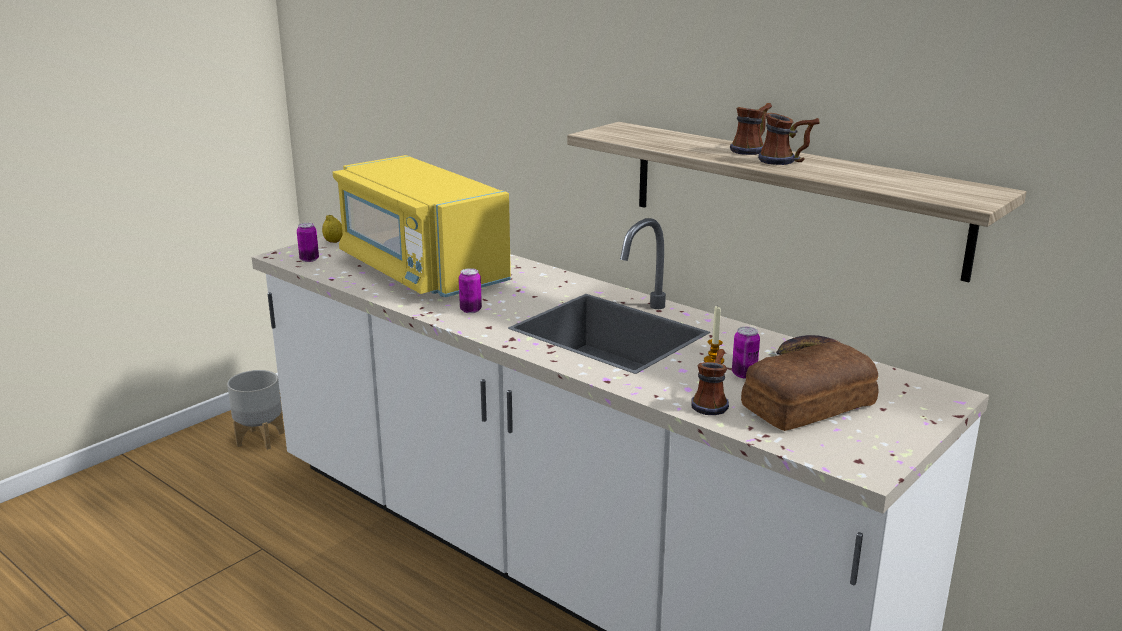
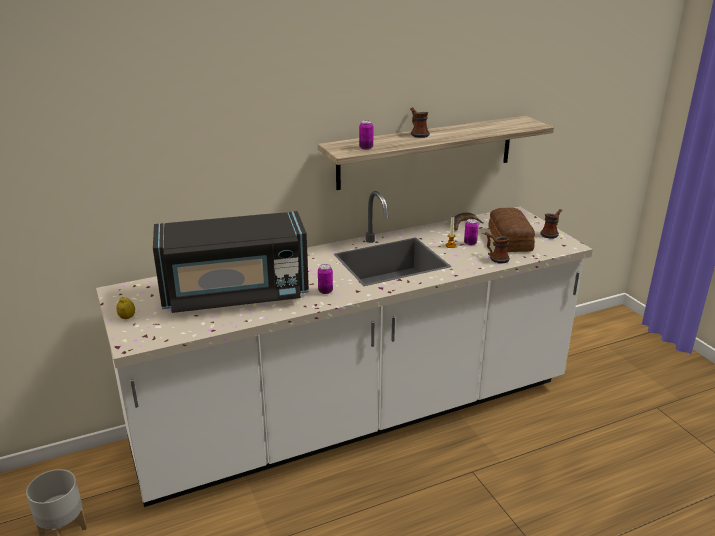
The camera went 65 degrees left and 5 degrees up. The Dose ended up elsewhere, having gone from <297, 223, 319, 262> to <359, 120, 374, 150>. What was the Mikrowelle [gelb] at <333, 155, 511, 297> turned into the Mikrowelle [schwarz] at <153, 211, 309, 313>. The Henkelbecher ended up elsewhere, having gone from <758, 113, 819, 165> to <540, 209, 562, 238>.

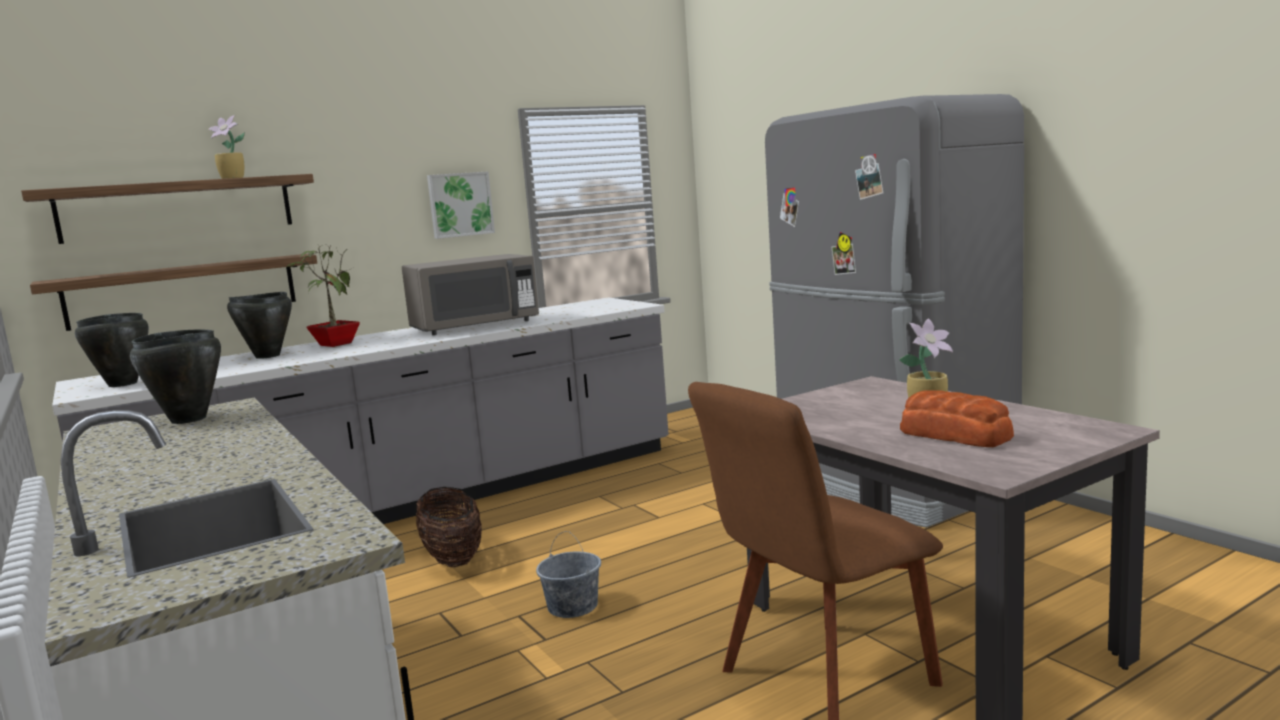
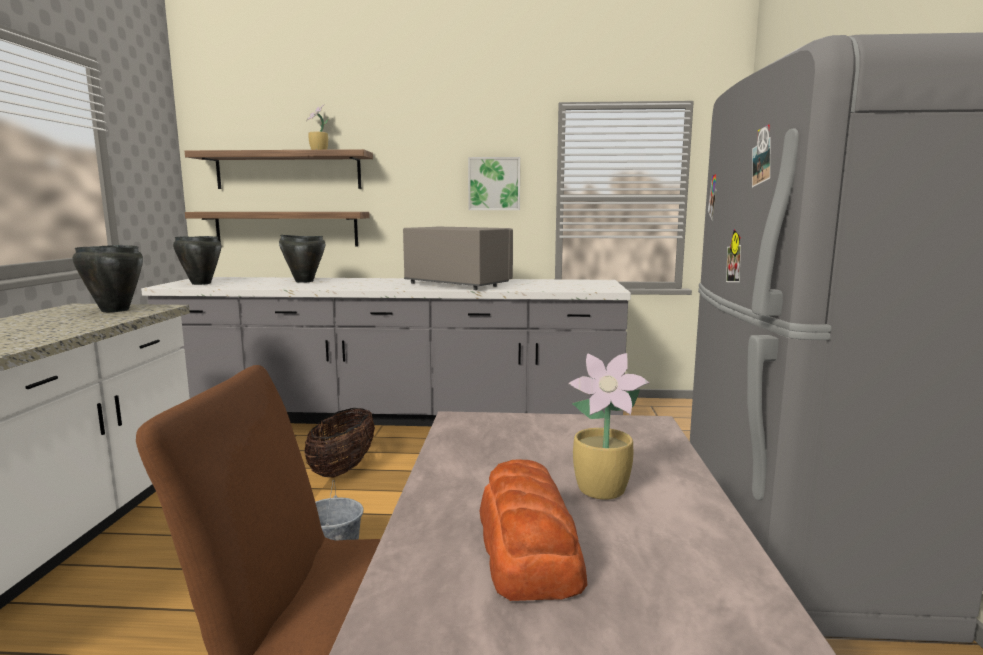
The camera went 35 degrees right and 0 degrees up. The second view lost the Topfpflanze at <285, 245, 360, 347>. The Mikrowelle [grau] at <402, 254, 539, 335> ended up facing another way, 150 degrees counterclockwise from before.

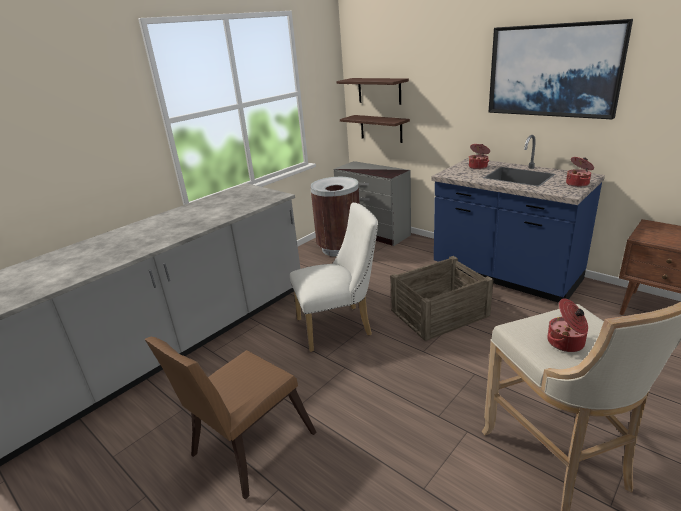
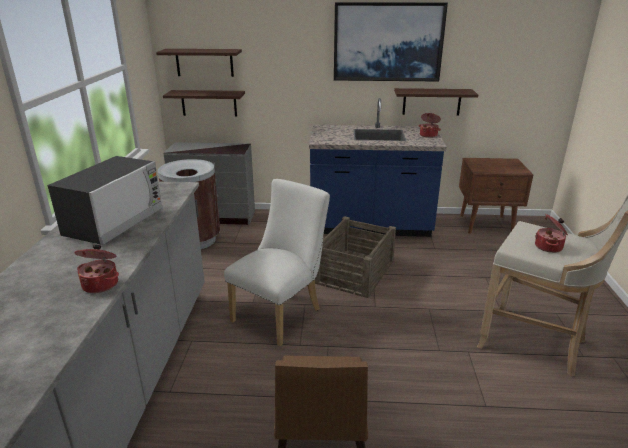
The camera went 40 degrees left and 0 degrees up. The Kochtopf ended up elsewhere, having gone from <469, 144, 490, 169> to <75, 244, 119, 293>. The second view gained the Mikrowelle at <47, 156, 163, 245>. The second view gained the Wandregal at <394, 88, 478, 116>.

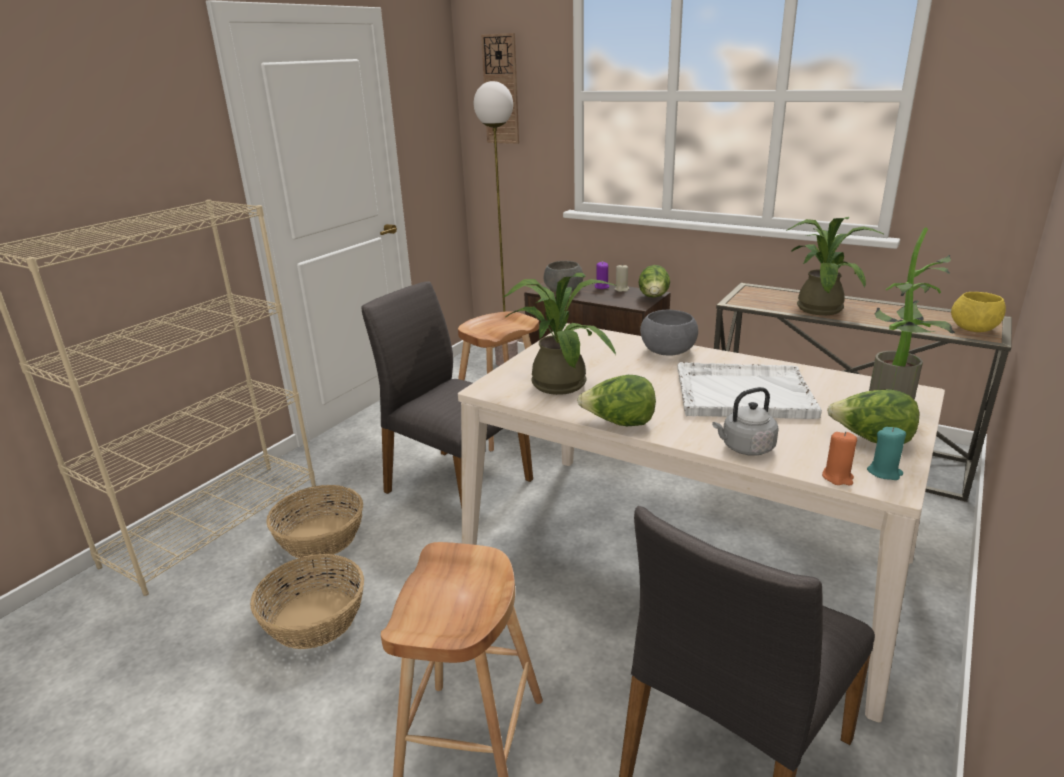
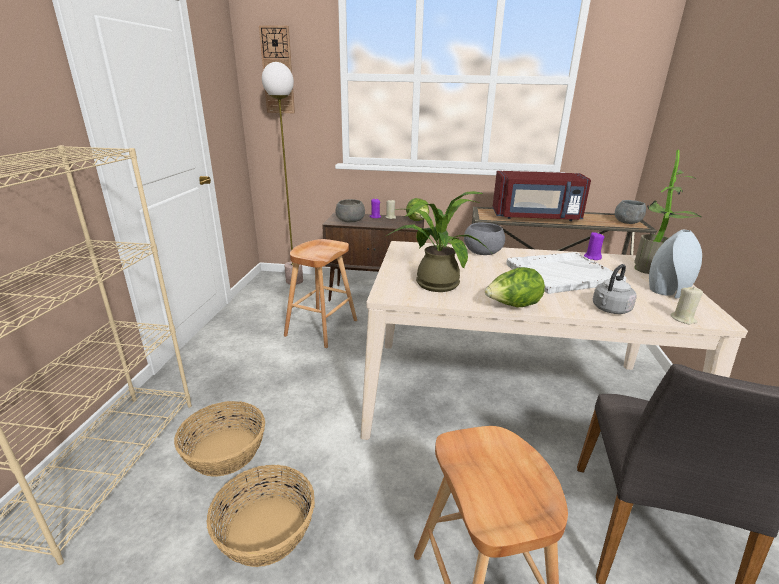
The camera went 25 degrees left and 0 degrees up. The second view lost the Stuhl [grau] at <361, 282, 533, 509>. Where the Topfpflanze stood at <786, 217, 885, 315>, the Mikrowelle [rot] came to stand at <492, 171, 591, 221>. What was the Kerze [orange] at <822, 431, 857, 485> turned into the Kerze [beige] at <670, 286, 703, 325>. Where the Salatkopf stood at <827, 389, 919, 444>, the Vase [grau] came to stand at <649, 230, 702, 298>. The second view lost the Kerze [türkis] at <867, 427, 906, 480>. What was the Schüssel [gelb] at <951, 292, 1006, 332> turned into the Schüssel [grau] at <615, 200, 646, 224>. The second view gained the Kerze [lila] at <584, 232, 605, 260>.

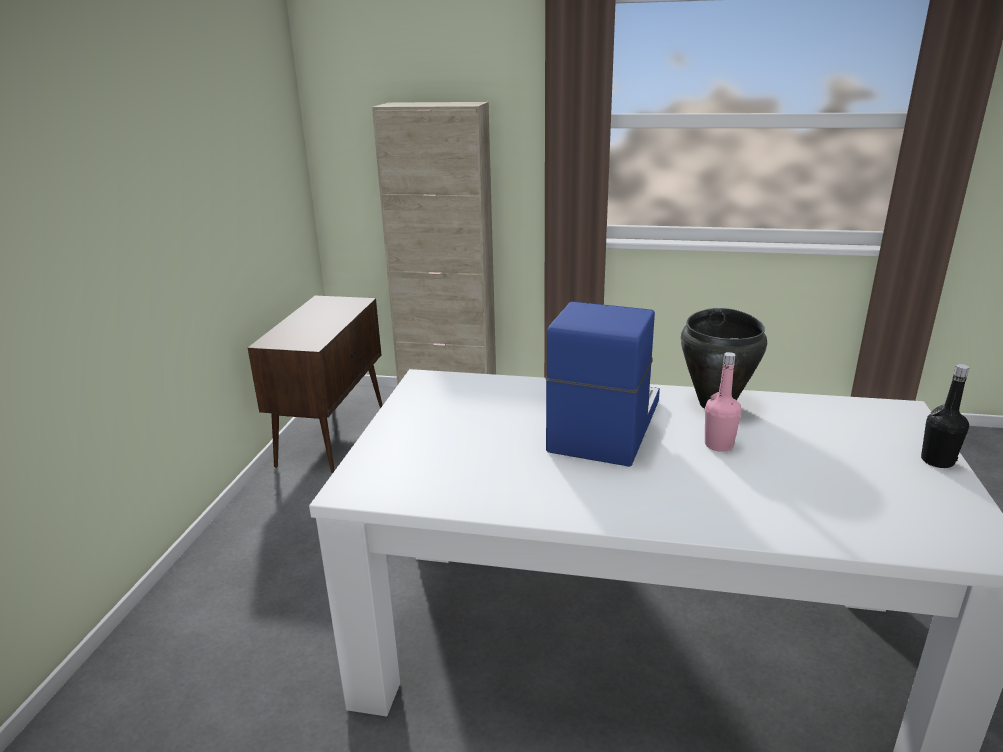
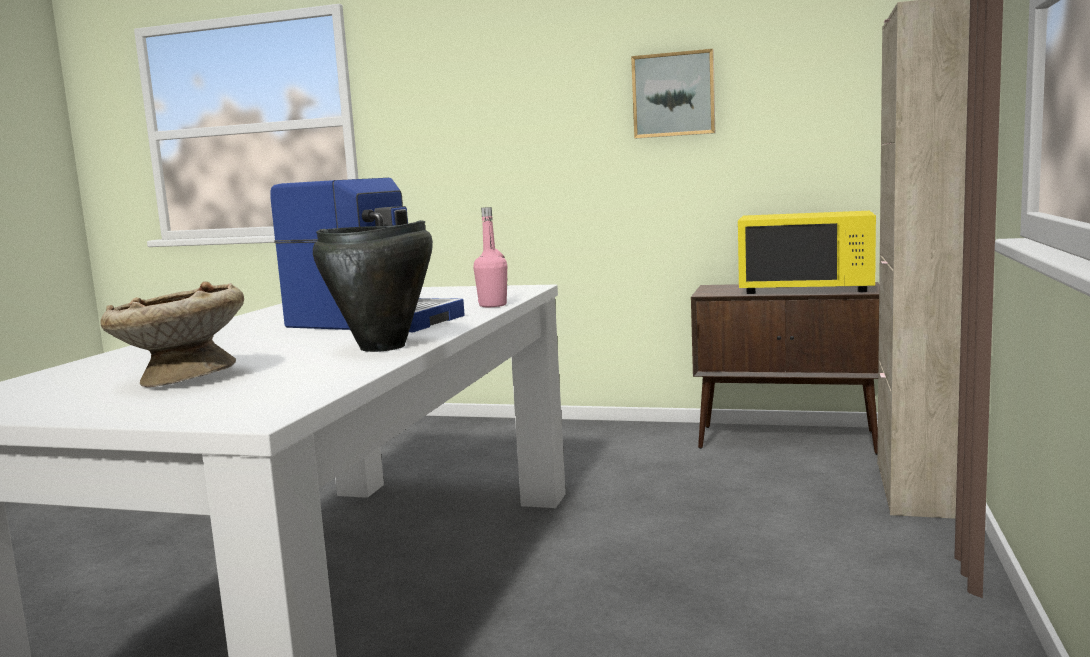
The camera went 95 degrees right and 15 degrees down. The Flasche [rosa] ended up elsewhere, having gone from <705, 352, 742, 452> to <473, 207, 507, 307>. The second view lost the Flasche [schwarz] at <921, 364, 969, 468>. The second view gained the Schüssel [beige] at <101, 281, 244, 387>. The second view gained the Bild at <631, 49, 715, 138>. The second view gained the Mikrowelle [gelb] at <738, 211, 876, 294>.

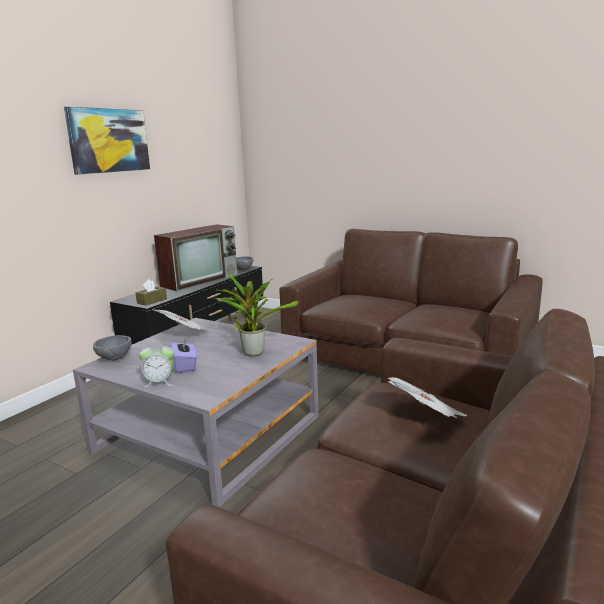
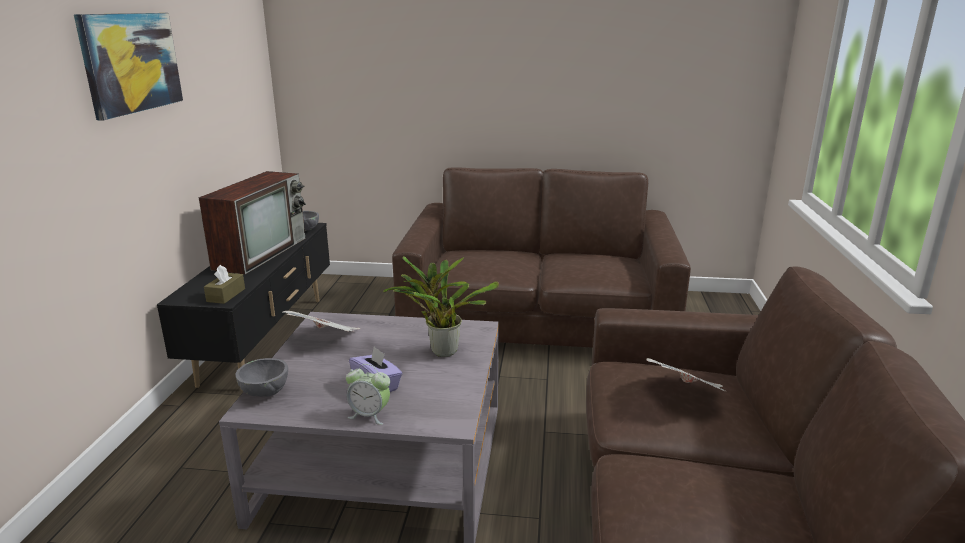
The camera went 25 degrees left and 5 degrees up. The Wecker at <138, 342, 175, 387> ended up facing another way, 45 degrees clockwise from before.

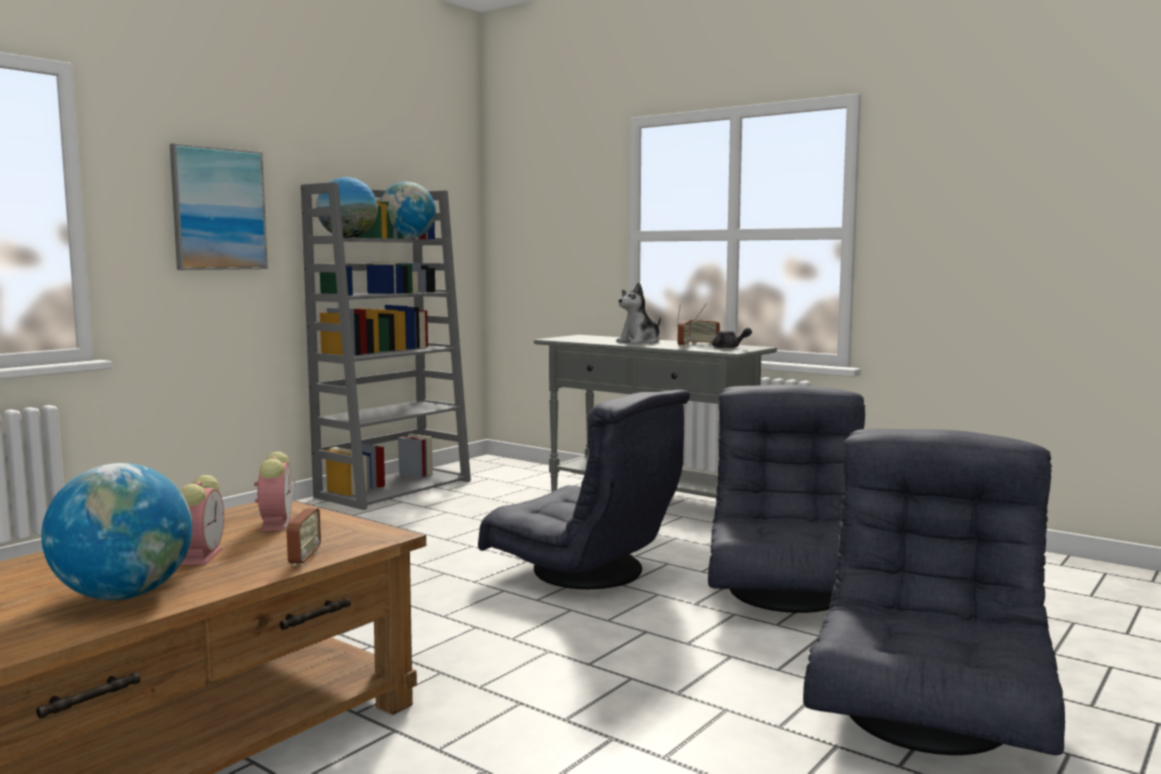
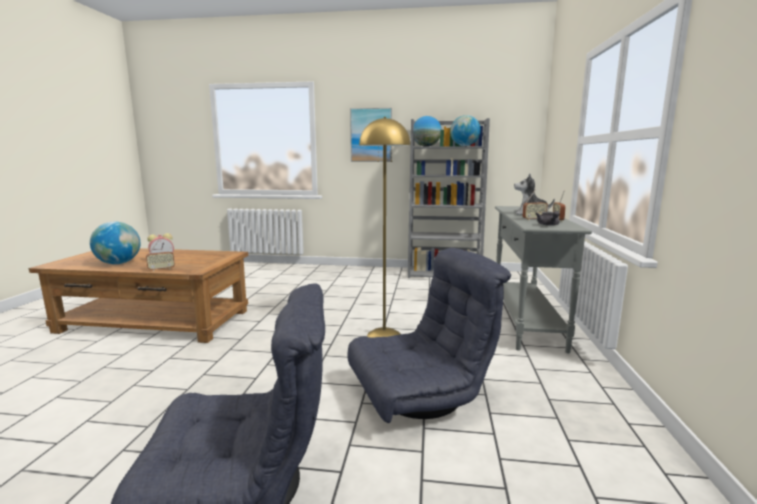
The camera went 60 degrees right and 5 degrees up. The second view lost the Wecker at <254, 452, 292, 531>. Where the Sessel [grau] stood at <478, 390, 690, 589>, the Stehlampe [gelb] came to stand at <359, 117, 411, 338>.

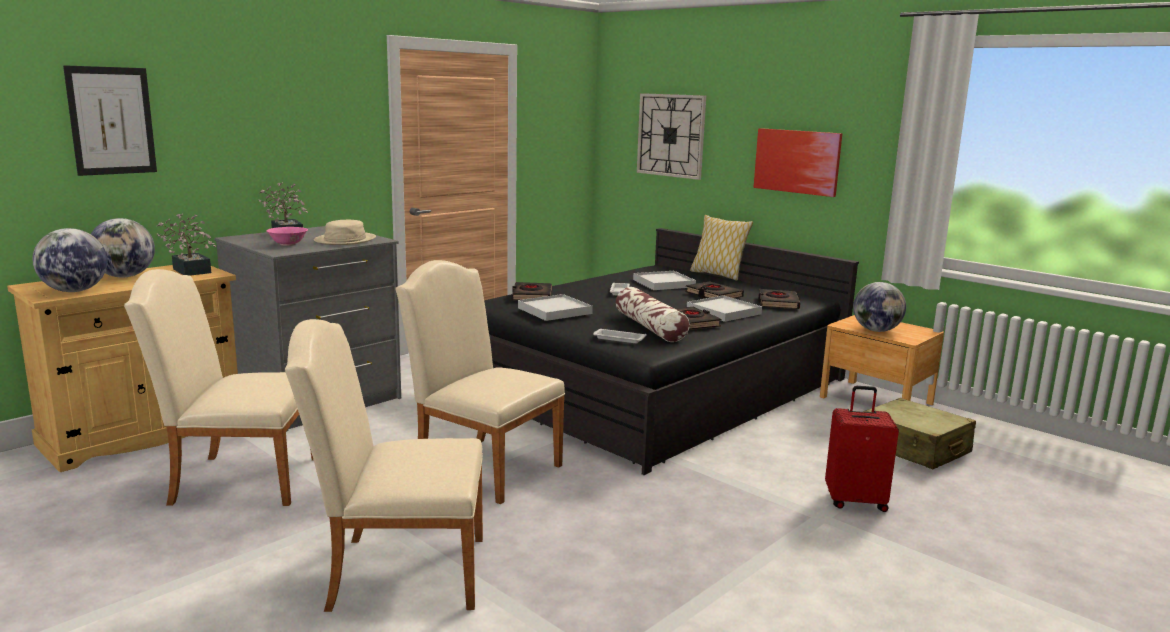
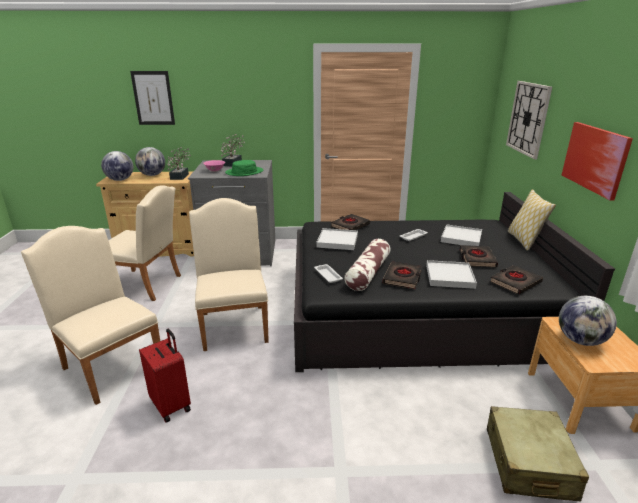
The camera went 45 degrees right and 10 degrees up. The Stuhl [beige] at <124, 269, 313, 506> ended up facing another way, 150 degrees clockwise from before. What was the Hut [beige] at <314, 220, 376, 245> turned into the Hut [grün] at <225, 160, 263, 176>. The Koffer [rot] ended up elsewhere, having gone from <825, 386, 899, 512> to <139, 329, 191, 423>.

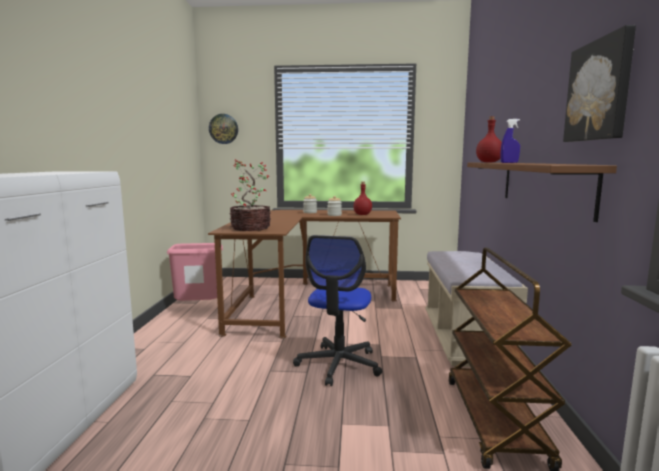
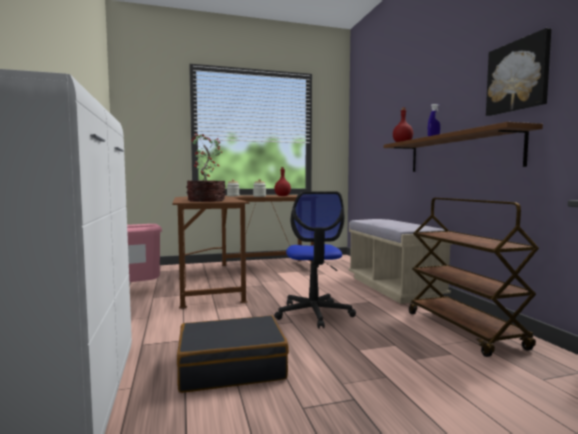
The camera went 20 degrees left and 5 degrees down. The second view lost the Wanduhr at <209, 114, 238, 144>. The second view gained the Koffer [schwarz] at <177, 315, 289, 393>.

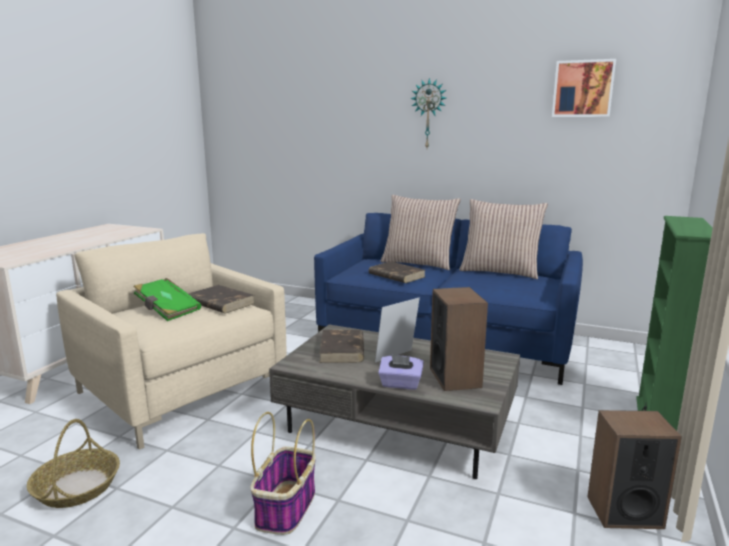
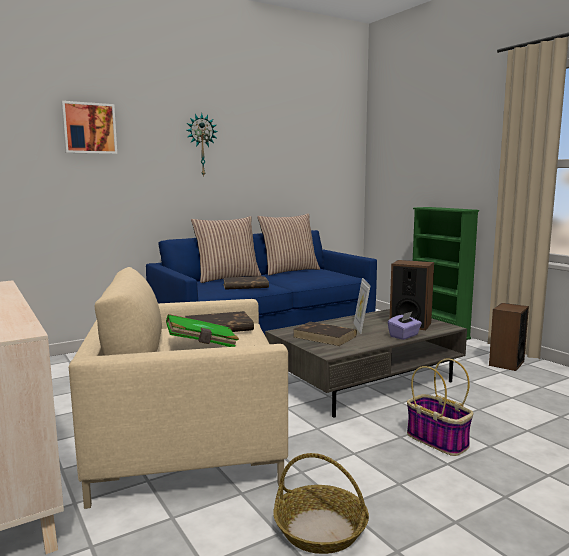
The camera went 55 degrees left and 5 degrees down. The Bild ended up elsewhere, having gone from <552, 59, 616, 117> to <61, 101, 117, 154>.

